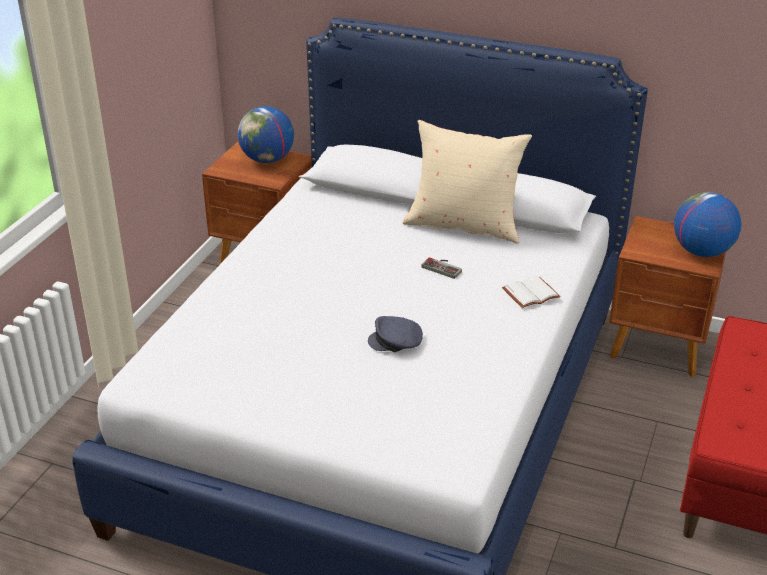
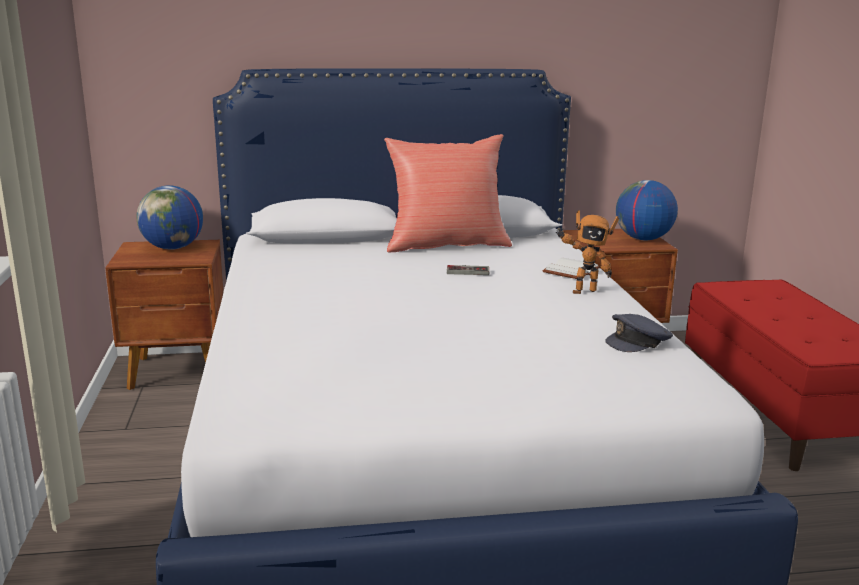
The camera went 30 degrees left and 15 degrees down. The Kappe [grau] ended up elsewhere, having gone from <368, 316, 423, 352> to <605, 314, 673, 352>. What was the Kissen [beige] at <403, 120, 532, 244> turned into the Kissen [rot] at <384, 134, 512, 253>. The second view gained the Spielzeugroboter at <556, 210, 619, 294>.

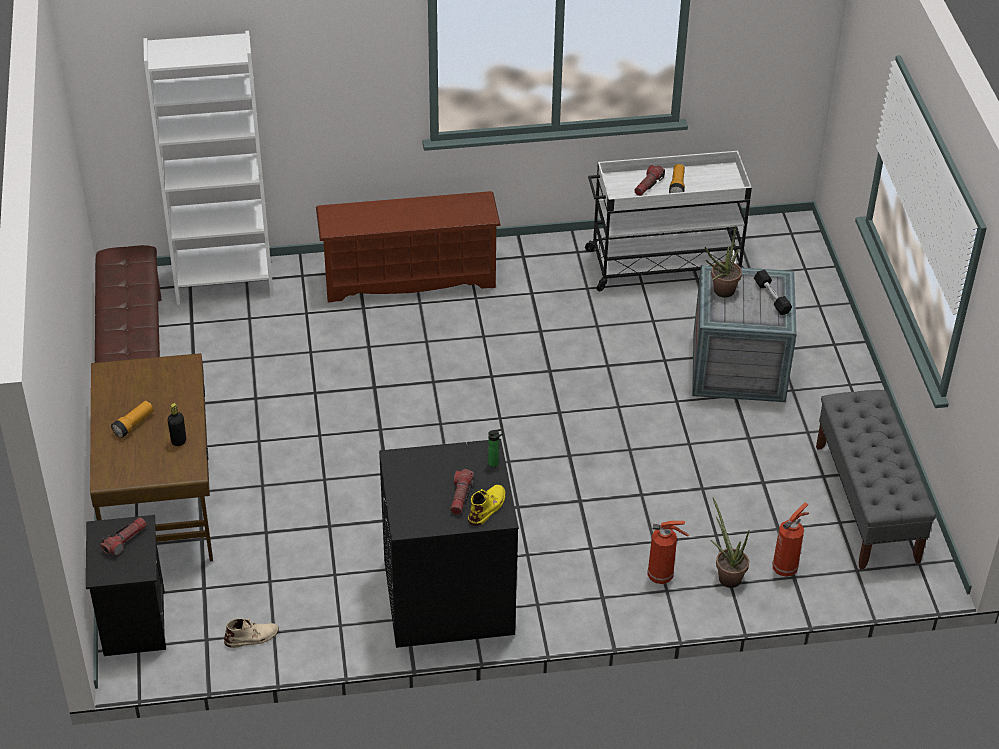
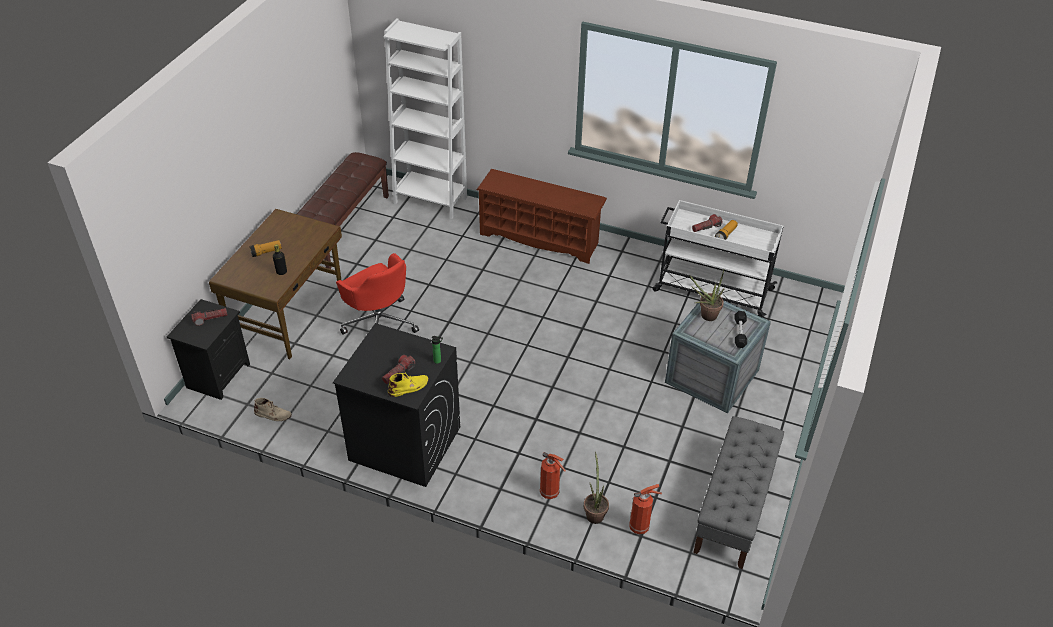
The camera went 30 degrees right and 0 degrees up. The second view gained the Bürostuhl [rot] at <336, 253, 419, 335>.

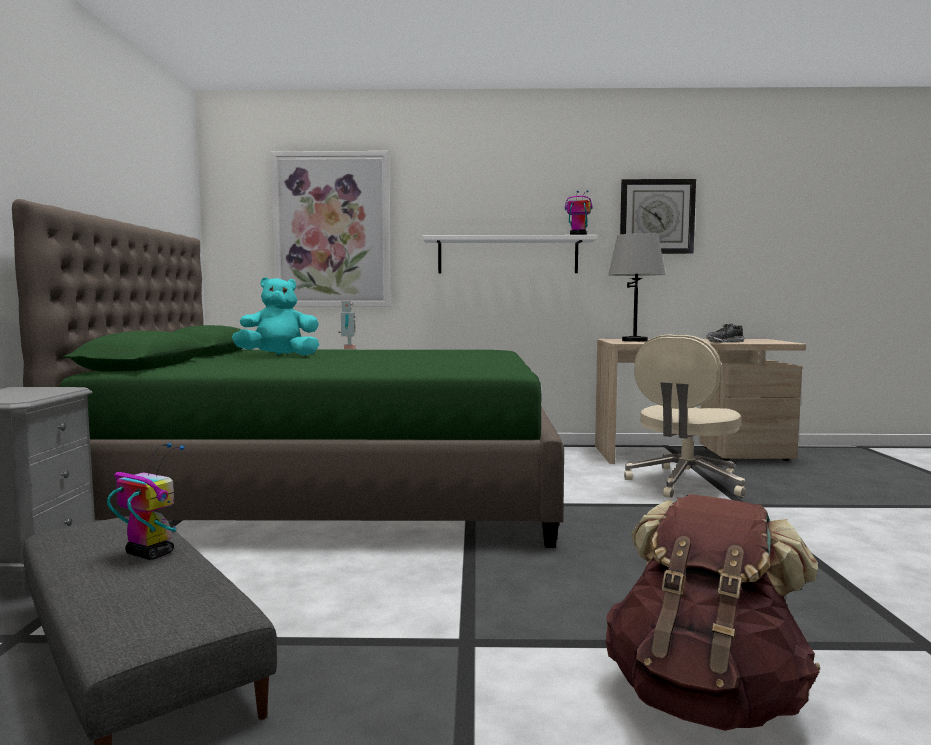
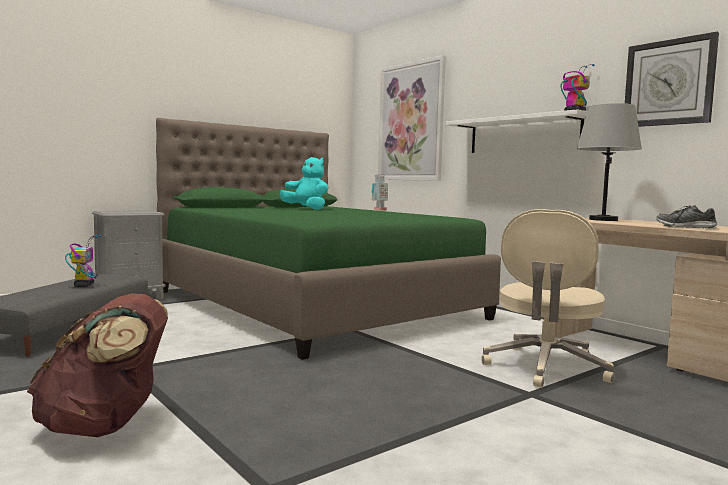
The camera went 50 degrees right and 0 degrees up. The Bürostuhl [beige] at <624, 334, 746, 498> ended up facing another way, 60 degrees counterclockwise from before.

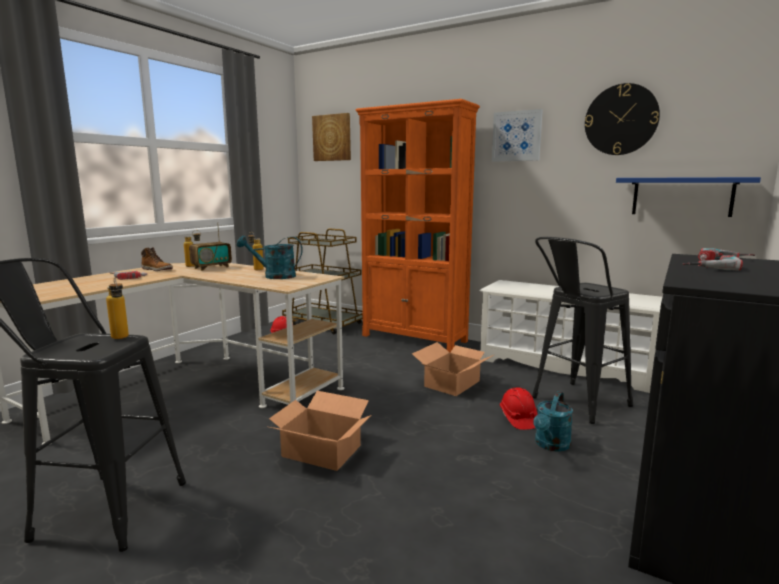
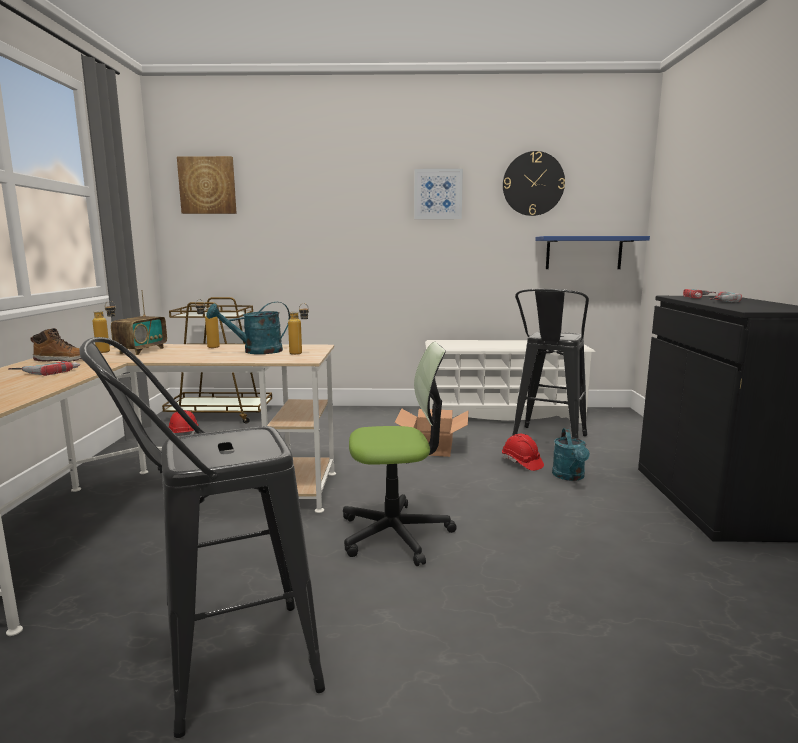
The camera went 30 degrees left and 0 degrees up. The Flasche ended up elsewhere, having gone from <106, 277, 129, 339> to <288, 303, 309, 355>. Where the Karton stood at <266, 391, 371, 471>, the Bürostuhl came to stand at <343, 342, 457, 566>. The second view lost the Bücherregal [orange] at <355, 99, 480, 352>.

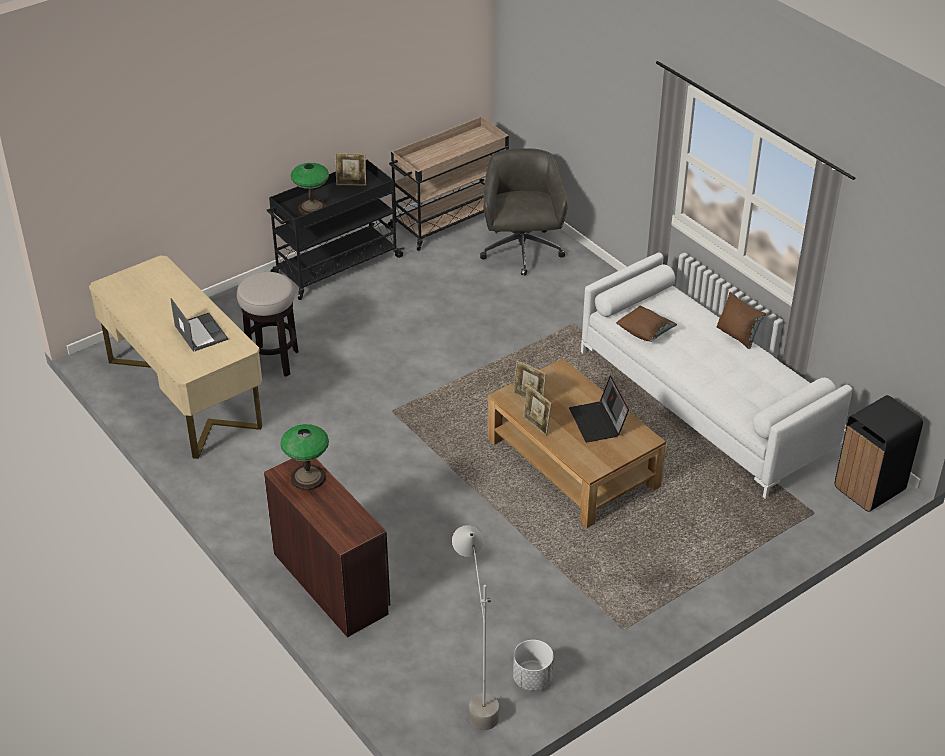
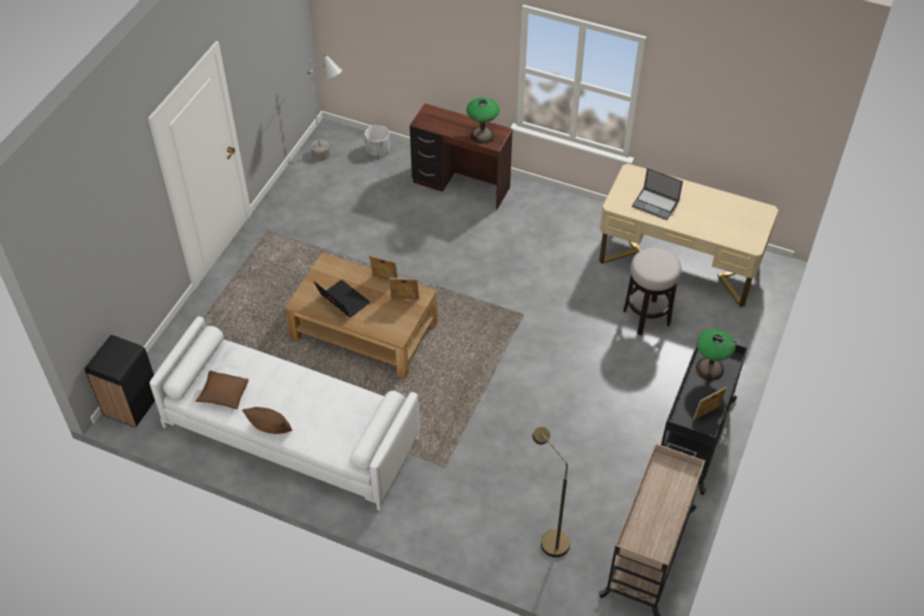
The camera went 150 degrees right and 10 degrees up. Where the Bürostuhl [grau] stood at <480, 148, 568, 276>, the Stehlampe [braun] came to stand at <532, 427, 570, 557>. The Pflanzkübel [weiß] ended up elsewhere, having gone from <513, 640, 553, 691> to <365, 125, 390, 156>. The Kissen [braun] ended up elsewhere, having gone from <616, 306, 677, 342> to <196, 371, 249, 410>.

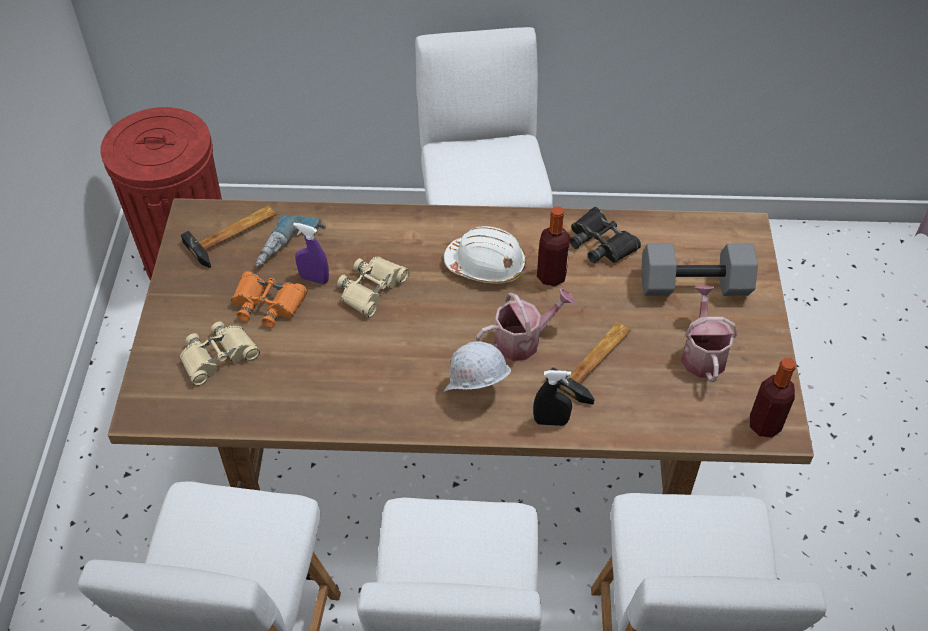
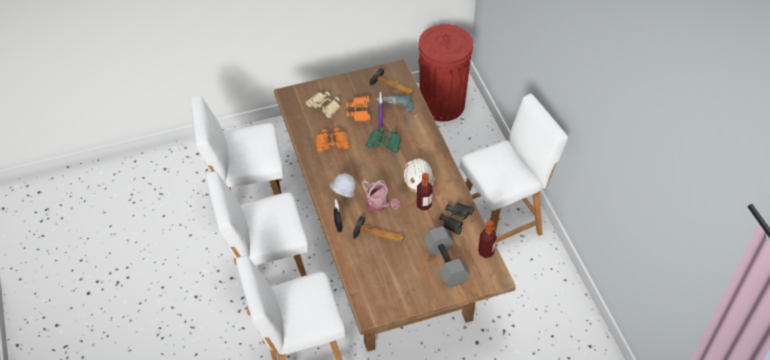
The camera went 70 degrees right and 0 degrees up. What was the Fernglas [beige] at <337, 257, 409, 318> turned into the Fernglas [grün] at <366, 128, 401, 153>. The second view lost the Gießkanne at <681, 286, 737, 382>. The Flasche ended up elsewhere, having gone from <749, 358, 796, 438> to <478, 220, 497, 258>. The second view gained the Fernglas [orange] at <316, 128, 350, 152>.

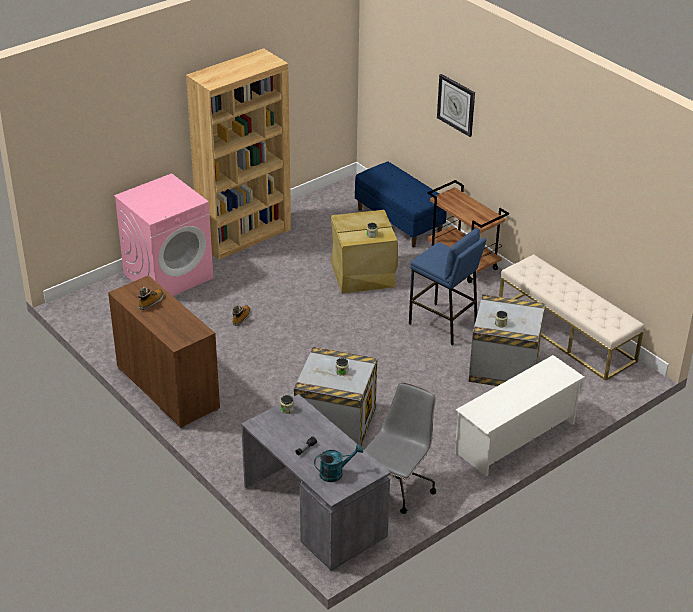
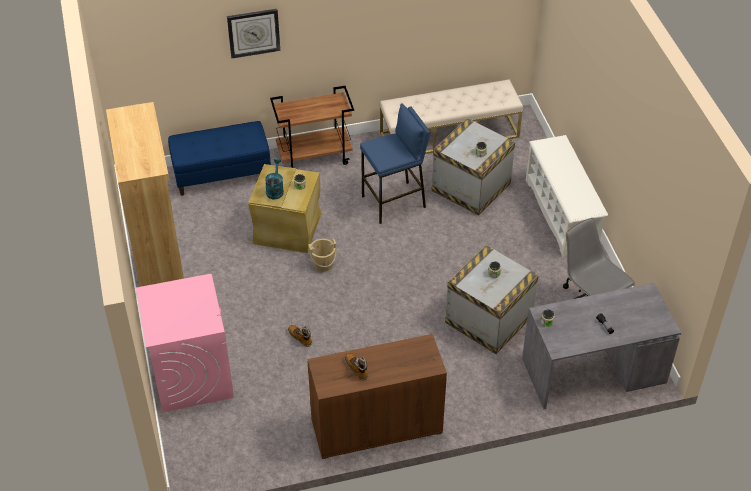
The camera went 65 degrees left and 10 degrees up. The Gießkanne [türkis] ended up elsewhere, having gone from <314, 444, 363, 482> to <265, 158, 284, 199>. The second view gained the Eimer [beige] at <308, 238, 337, 272>.

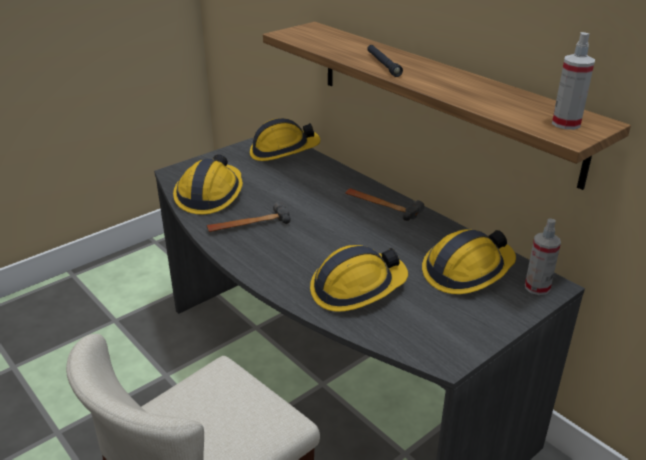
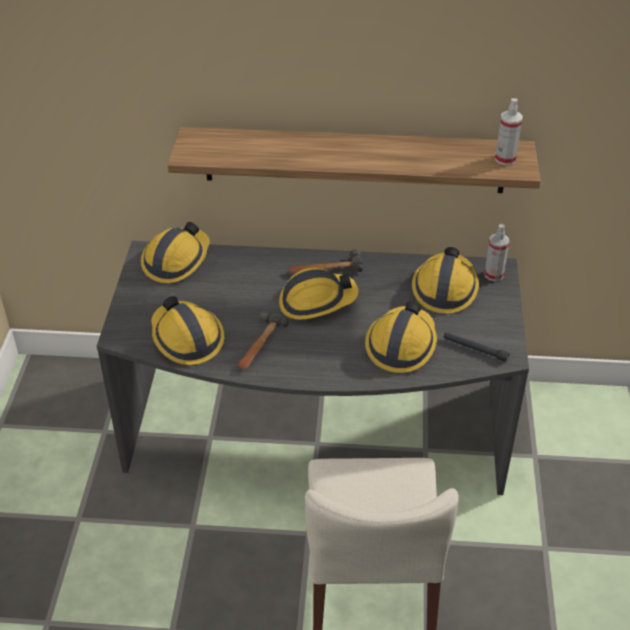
The camera went 45 degrees left and 10 degrees up. The Taschenlampe [schwarz] ended up elsewhere, having gone from <367, 45, 403, 77> to <444, 332, 509, 362>. The second view gained the Schutzhelm at <279, 267, 358, 320>.

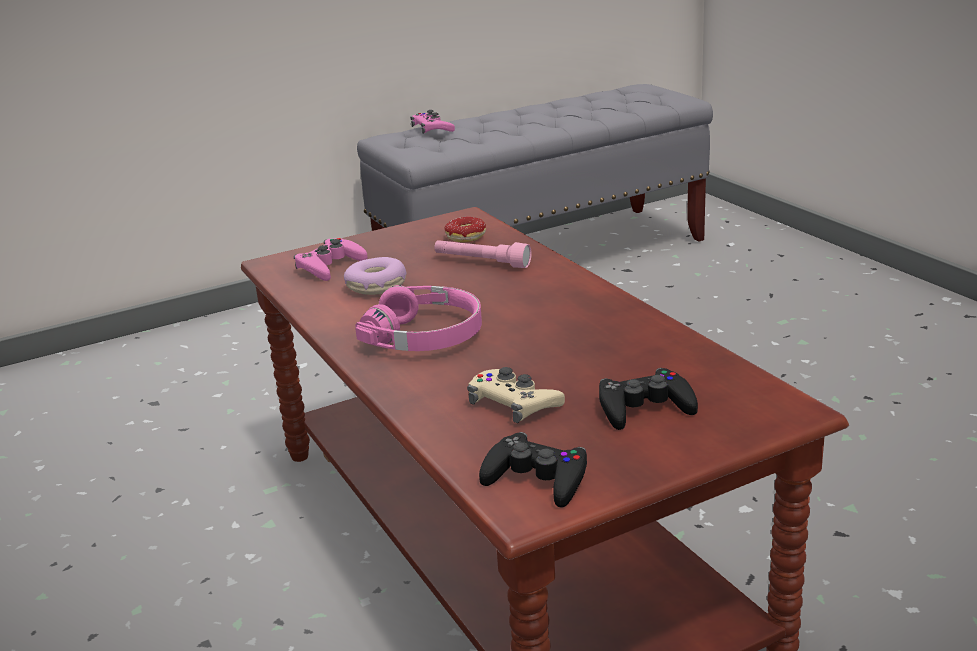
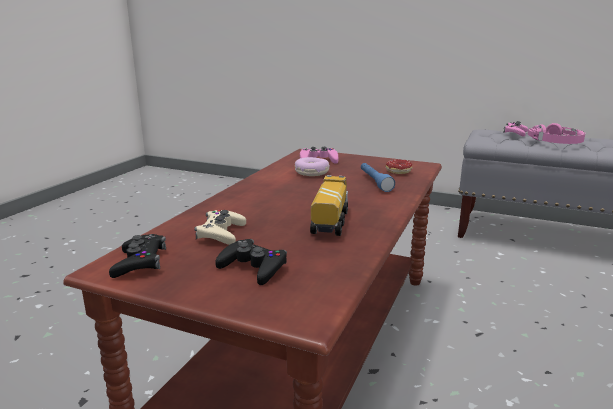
The camera went 50 degrees right and 5 degrees down. The Kopfhörer [rosa] ended up elsewhere, having gone from <355, 285, 482, 351> to <528, 123, 585, 144>. What was the Taschenlampe [rosa] at <434, 240, 532, 268> turned into the Taschenlampe [blau] at <361, 163, 395, 192>. The second view gained the Spielzeuglaster at <310, 175, 348, 236>.

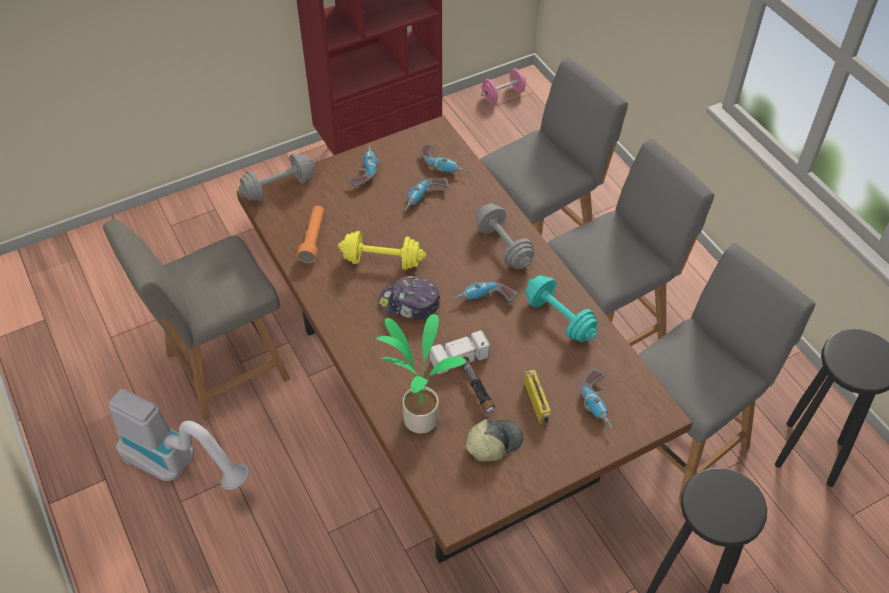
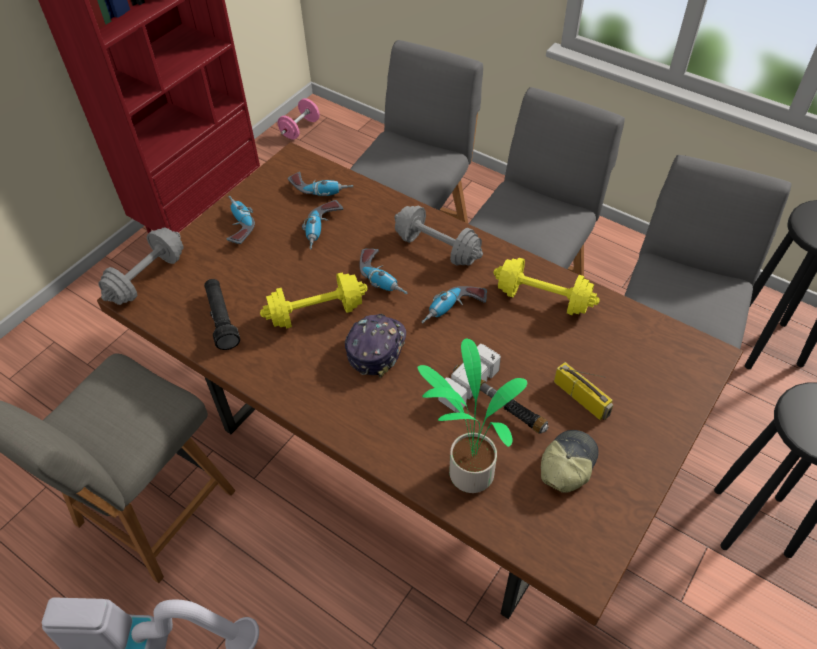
The camera went 25 degrees left and 0 degrees up. What was the Taschenlampe [orange] at <297, 206, 324, 263> turned into the Taschenlampe [schwarz] at <204, 279, 240, 350>. The Kappe at <378, 276, 440, 320> ended up facing another way, 120 degrees clockwise from before. What was the Hantel [türkis] at <525, 275, 598, 342> turned into the Hantel [gelb] at <493, 258, 600, 315>. The Bohrmaschine ended up elsewhere, having gone from <580, 369, 612, 428> to <360, 249, 408, 294>.

